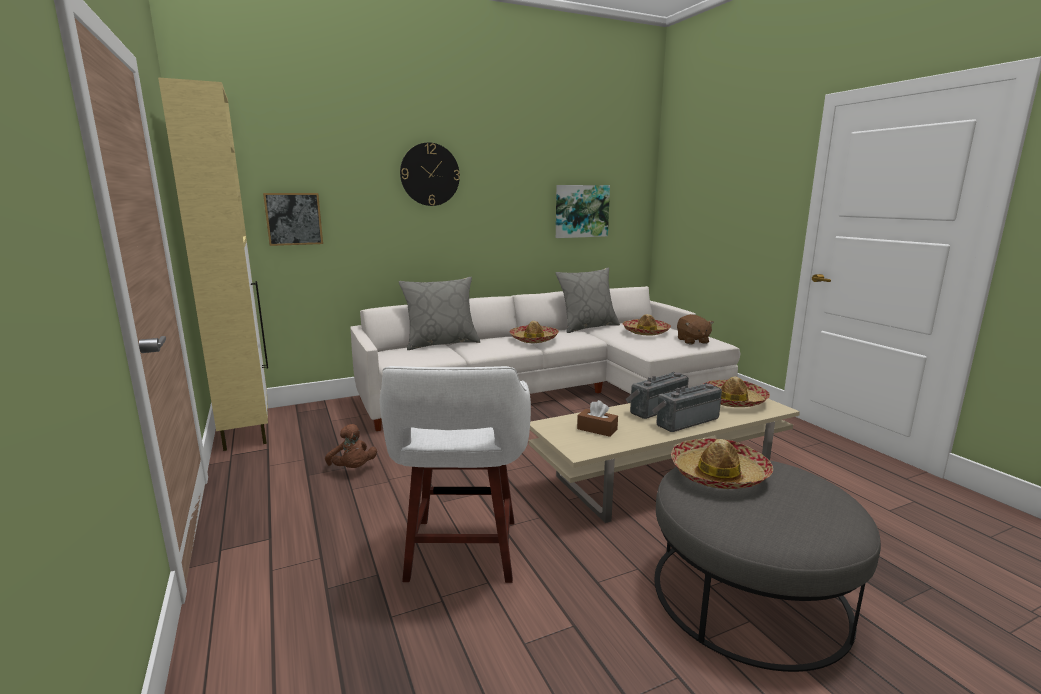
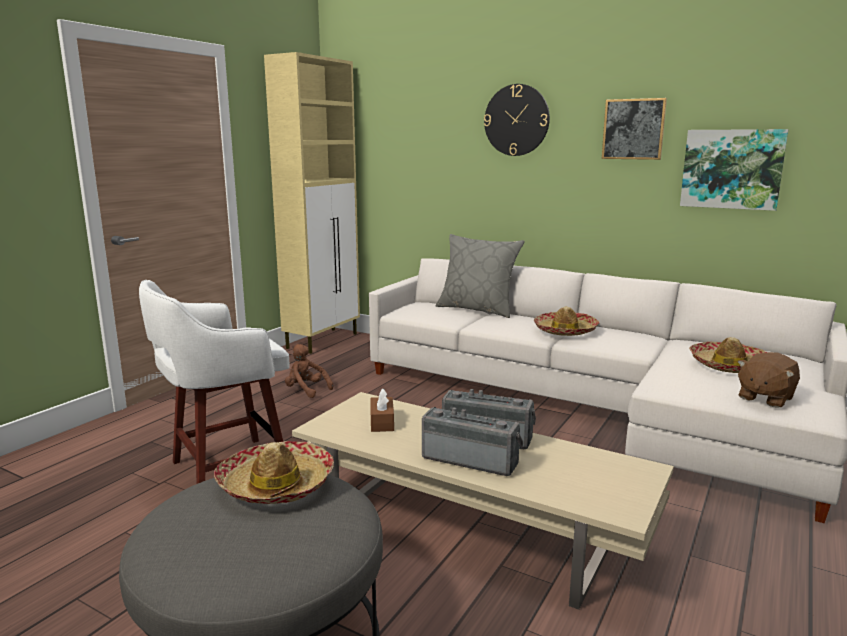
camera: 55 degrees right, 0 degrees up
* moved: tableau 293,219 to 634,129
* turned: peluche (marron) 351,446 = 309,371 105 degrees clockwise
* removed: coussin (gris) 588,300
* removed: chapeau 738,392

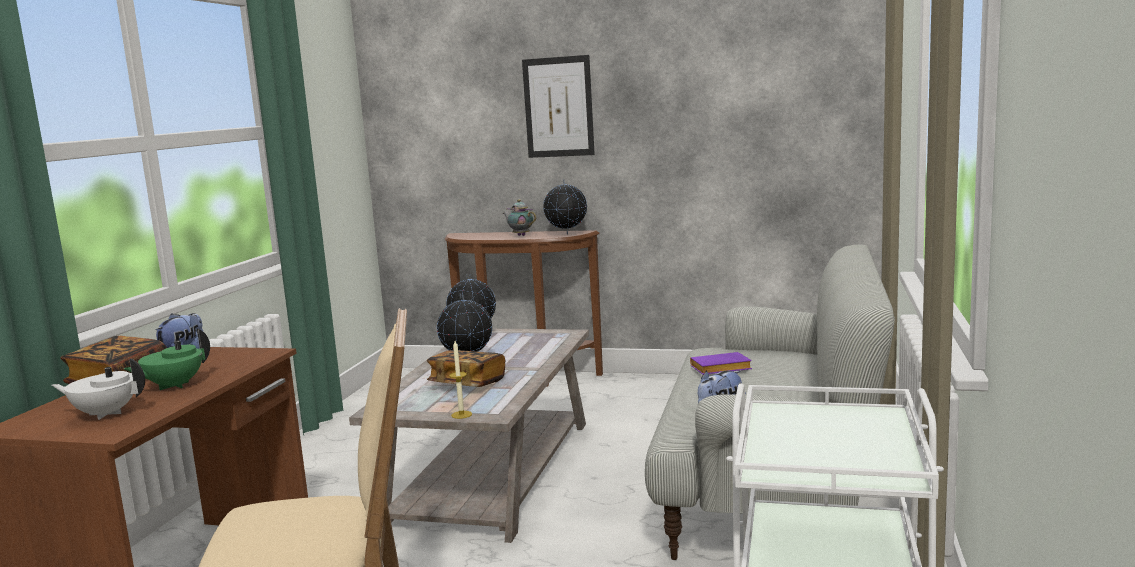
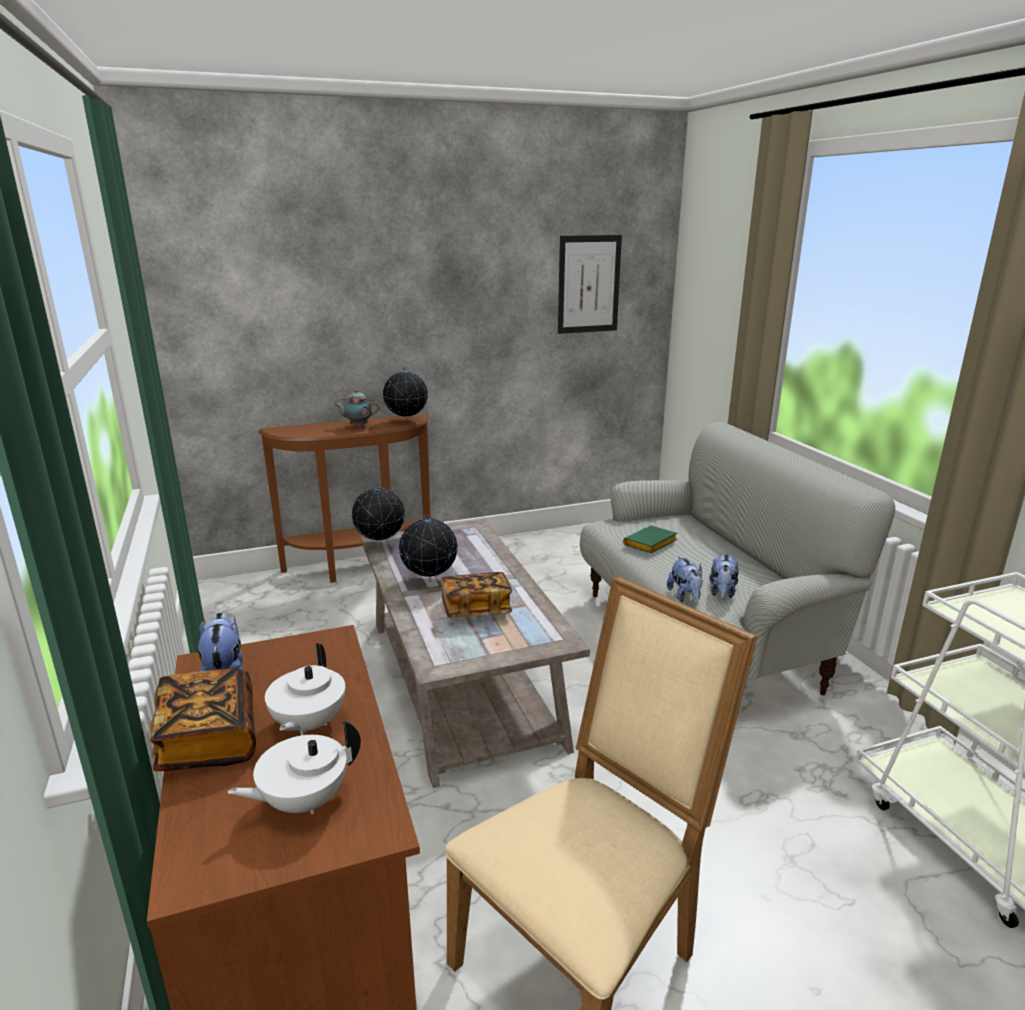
camera: 35 degrees left, 10 degrees up
* recoloured: théière (vert) 166,359 to théière (blanc) 305,689
* removed: bougie 460,380
* moved: tableau 558,106 to 590,284
* recoloured: livre (violet) 721,363 to livre (vert) 650,539
* added: peluche 685,580

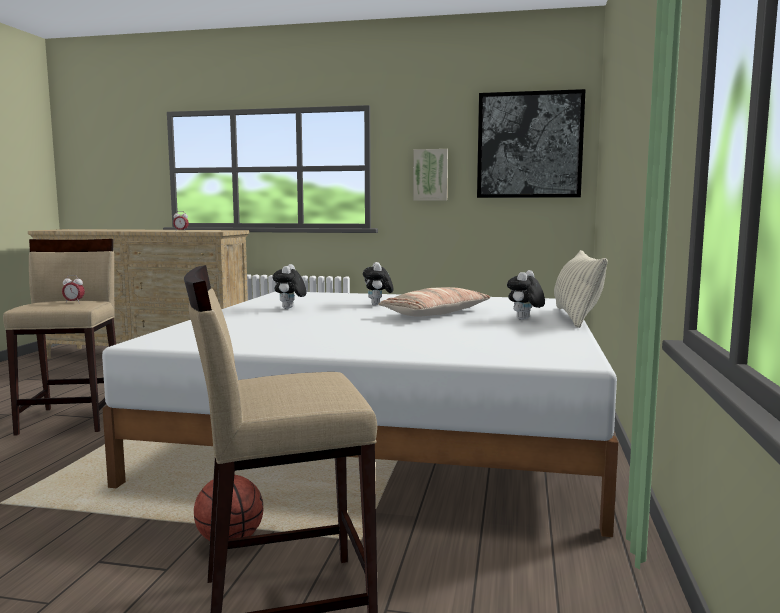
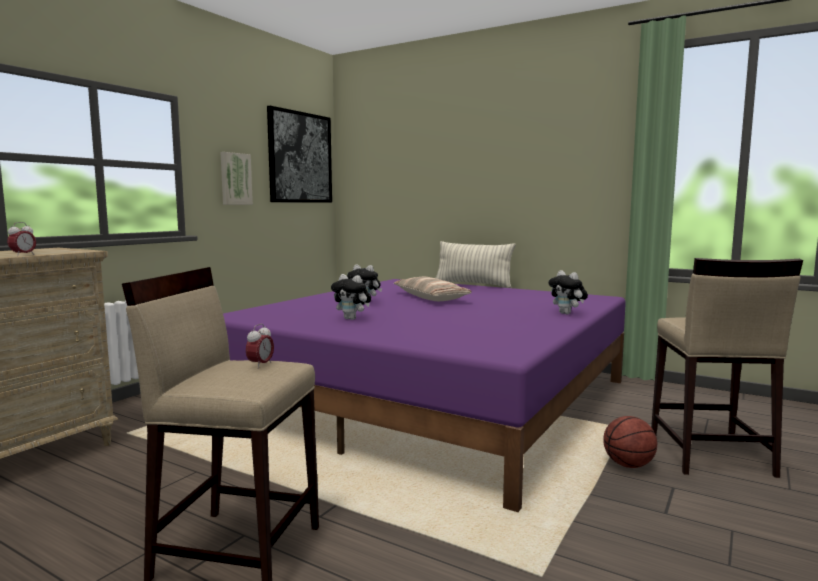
camera: 70 degrees left, 0 degrees up
* recoloured: lit (blanc) 360,414 to lit (violet) 424,395
* moved: peluche 526,295 to 568,292

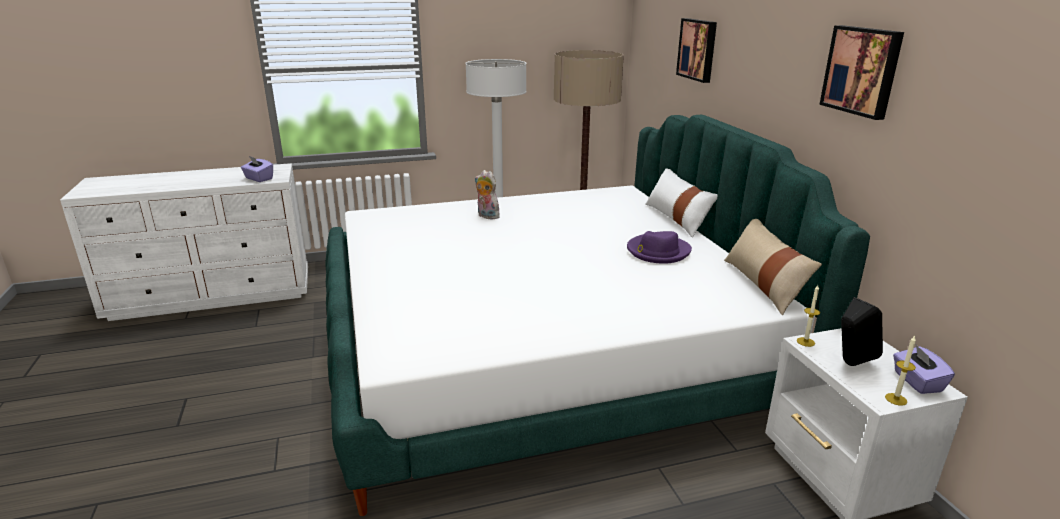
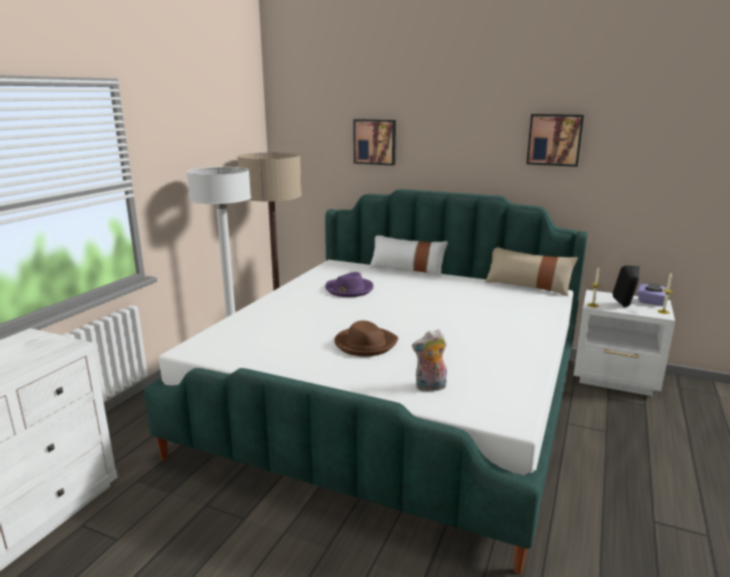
camera: 50 degrees left, 5 degrees down
* removed: boîte à mouchoirs (violet) 257,169
* moved: peluche 488,194 to 429,360
* moved: chapeau (violet) 659,247 to 349,284
* added: chapeau (marron) 366,338

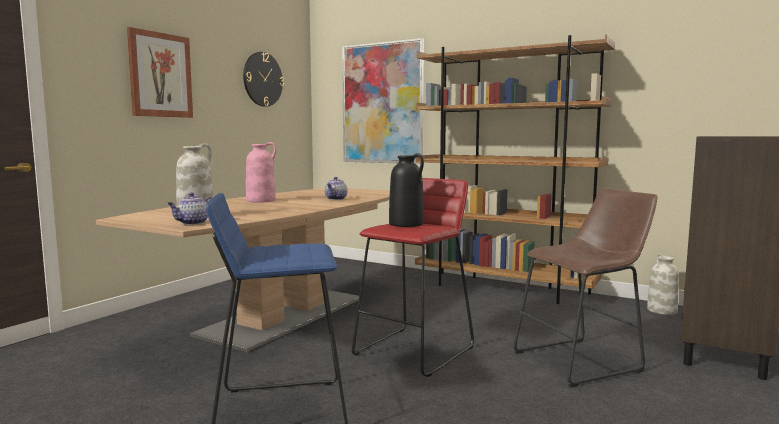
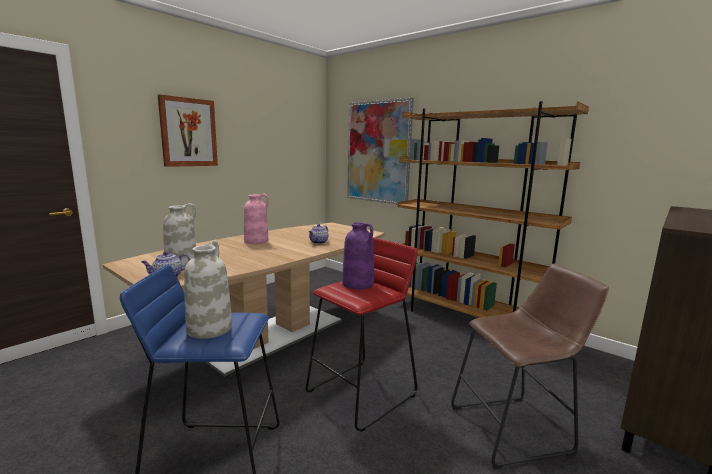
camera: 10 degrees right, 5 degrees up
* removed: horloge murale 263,79
* recoloured: vase (noir) 406,190 to vase (violet) 358,256
* moved: vase (blanc) 663,284 to 208,289

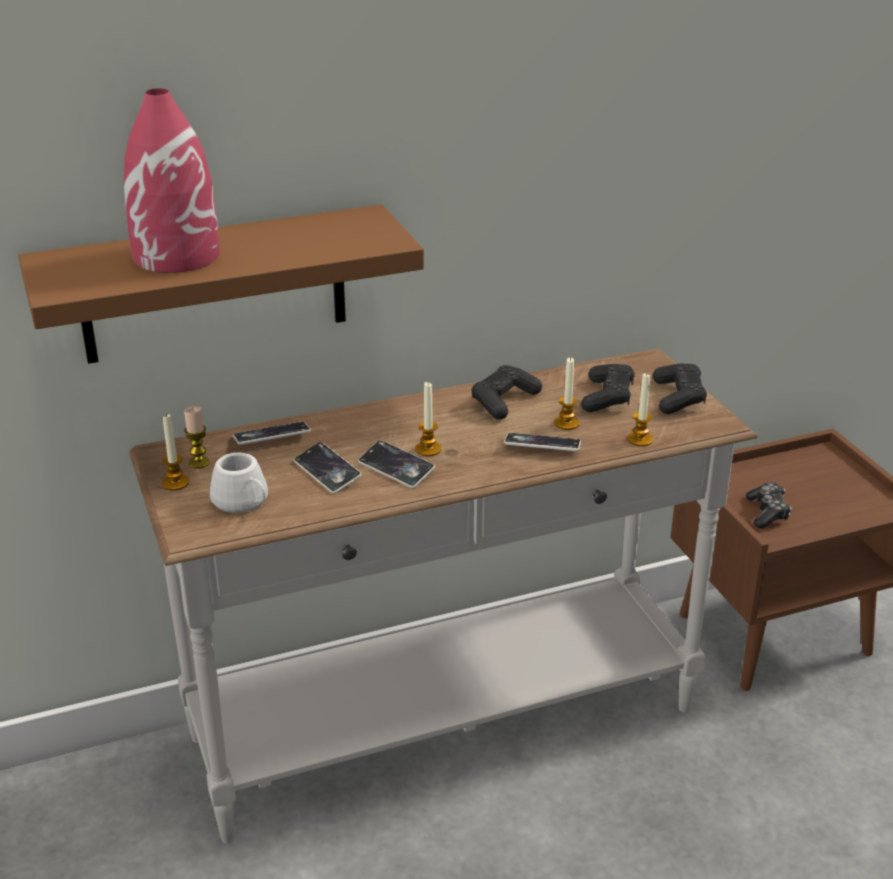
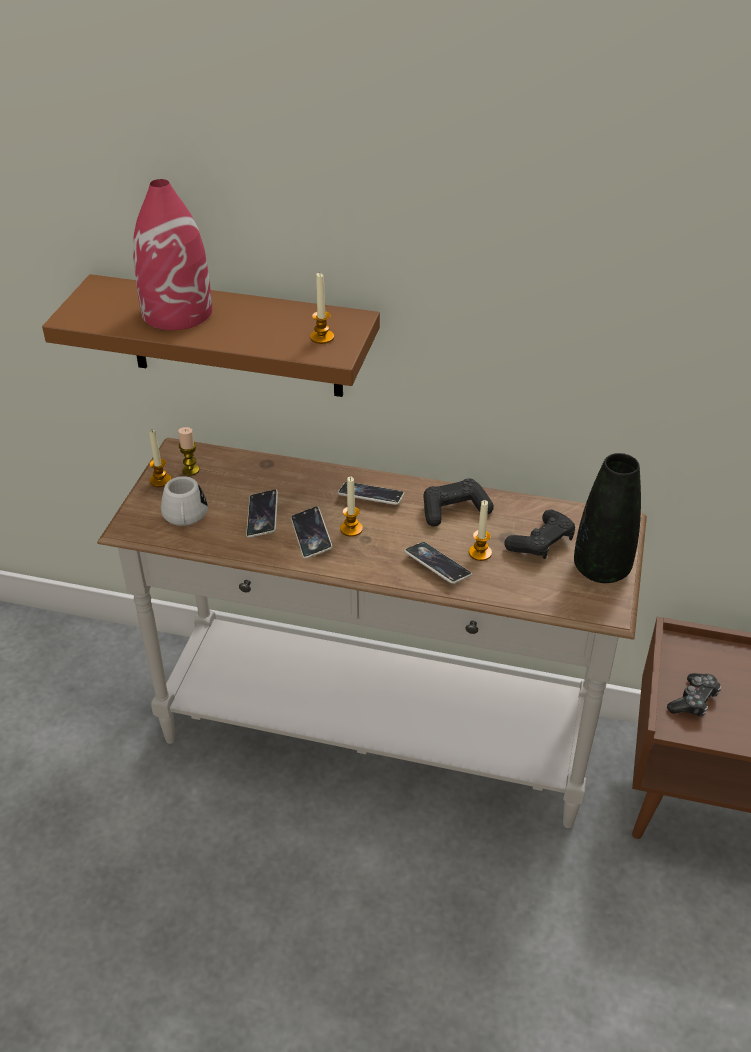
camera: 35 degrees right, 10 degrees up
* moved: téléphone 272,433 to 371,493
* moved: bougie 640,409 to 322,308
* replaced: manette (noir) 680,388 to vase (noir) 607,518

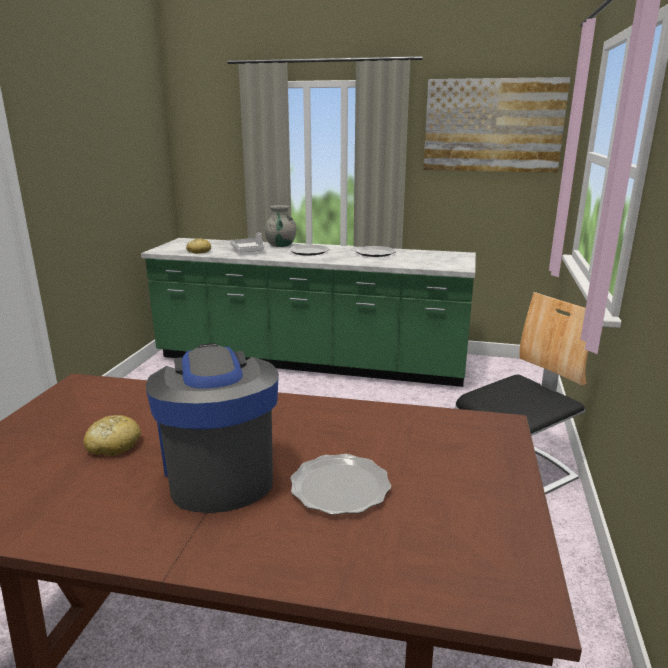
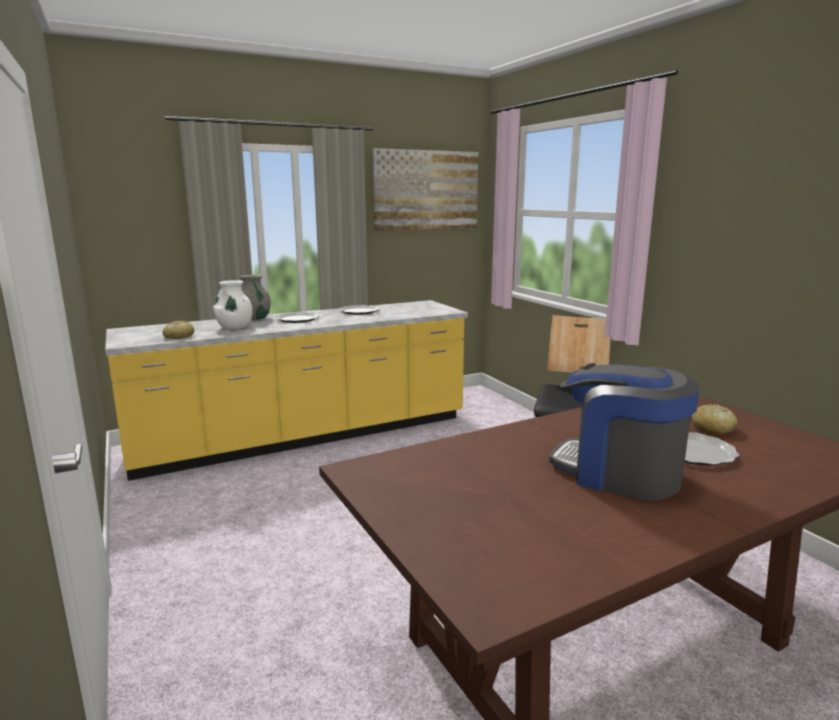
camera: 40 degrees left, 5 degrees down
* moved: pain 112,435 to 715,419
* recoloured: comptoir de cuisine (vert) 308,312 to comptoir de cuisine (jaune) 286,390
* replaced: plateau (gris) 247,242 to vase (blanc) 233,304

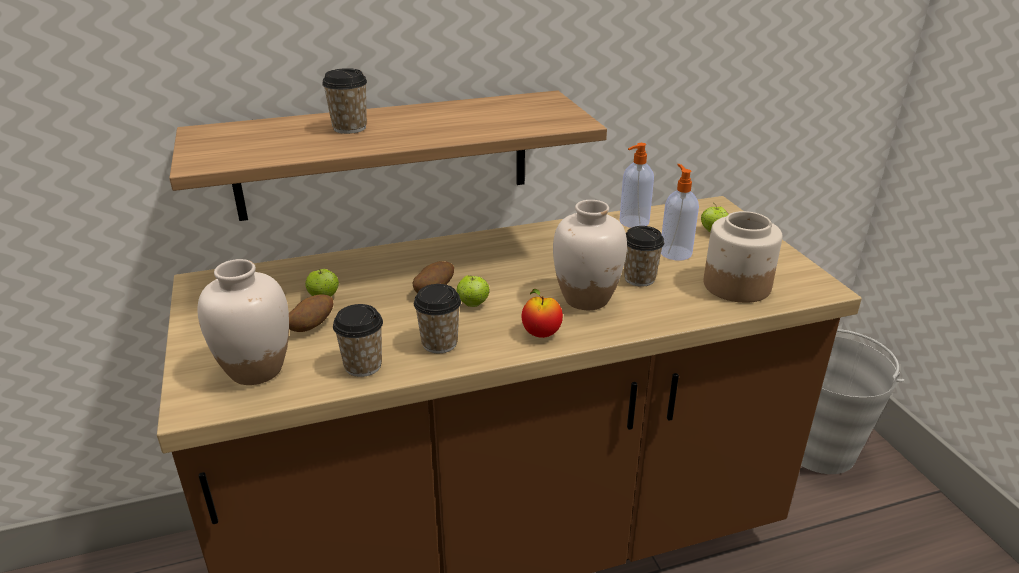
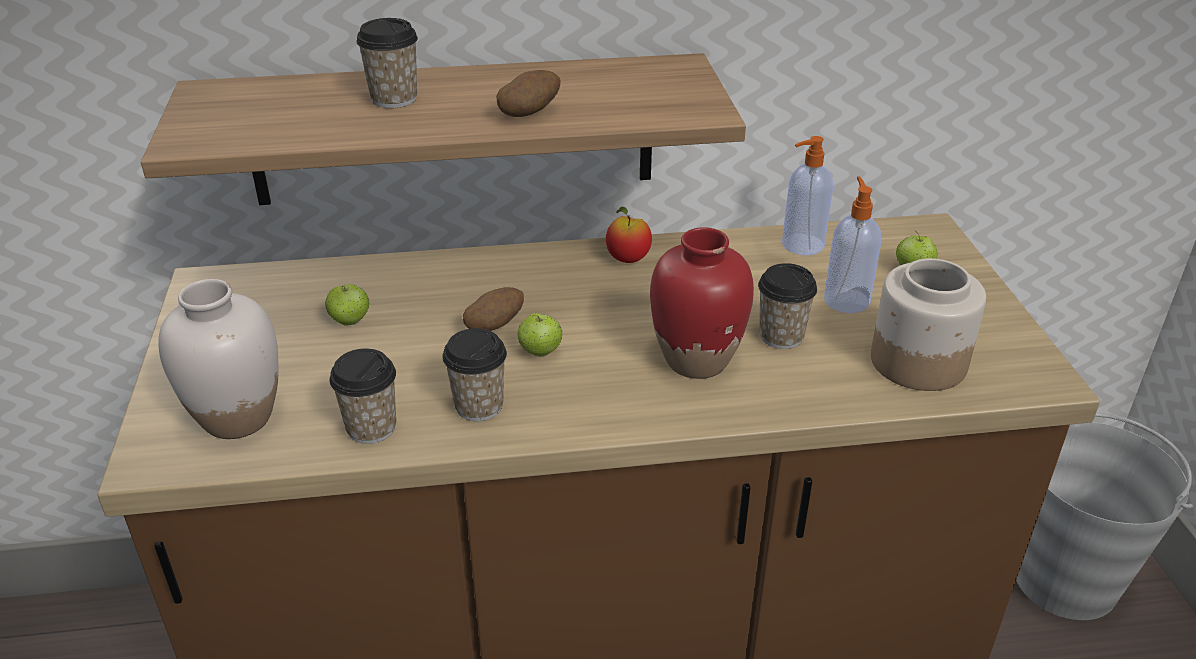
camera: 10 degrees right, 5 degrees up
* moved: pomme de terre 311,313 to 528,93
* moved: pomme 542,313 to 629,235
* recoloured: vase (blanc) 590,255 to vase (rouge) 702,303

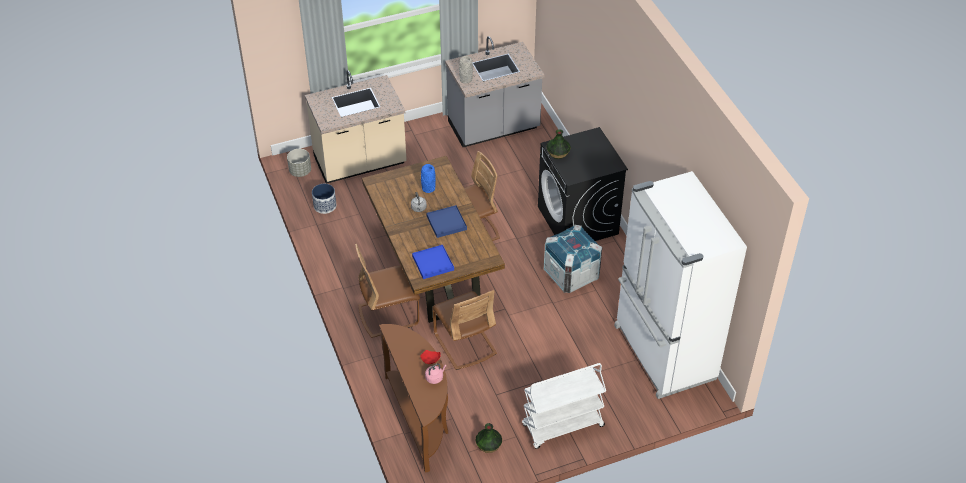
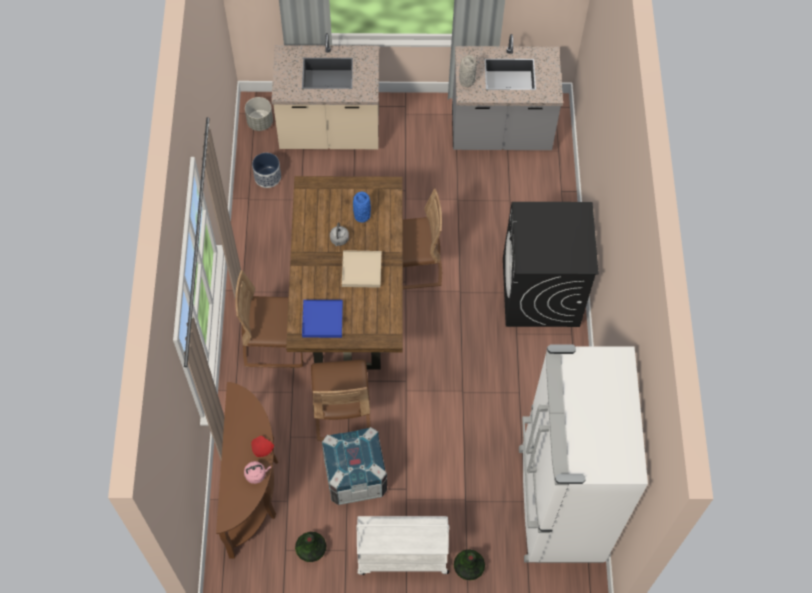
camera: 20 degrees right, 15 degrees up
* recoloured: plateau (bleu) 446,221 to plateau (beige) 362,269
* moved: caisse 573,259 to 354,466
* moved: vase 558,144 to 469,565

